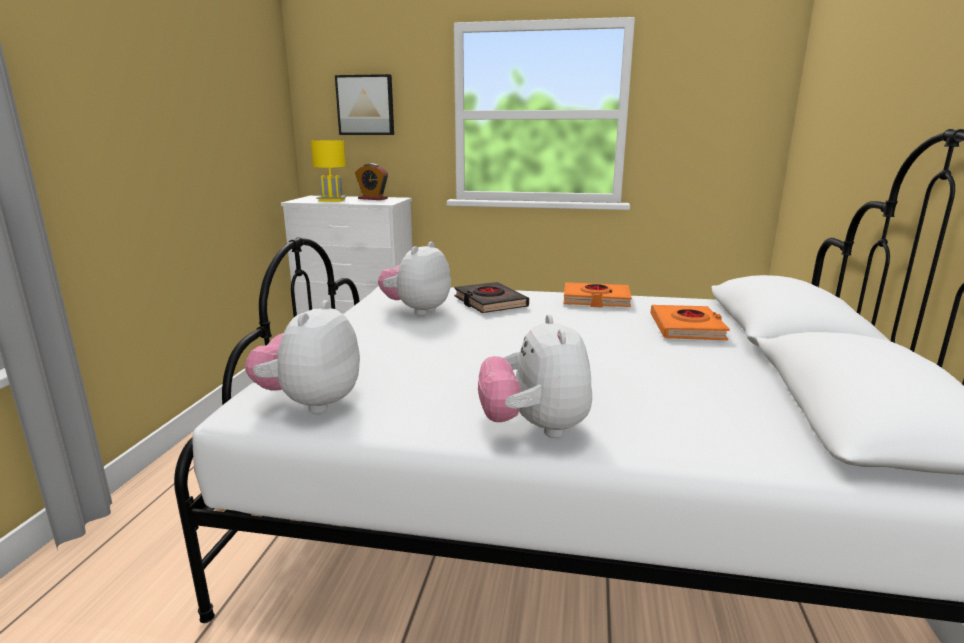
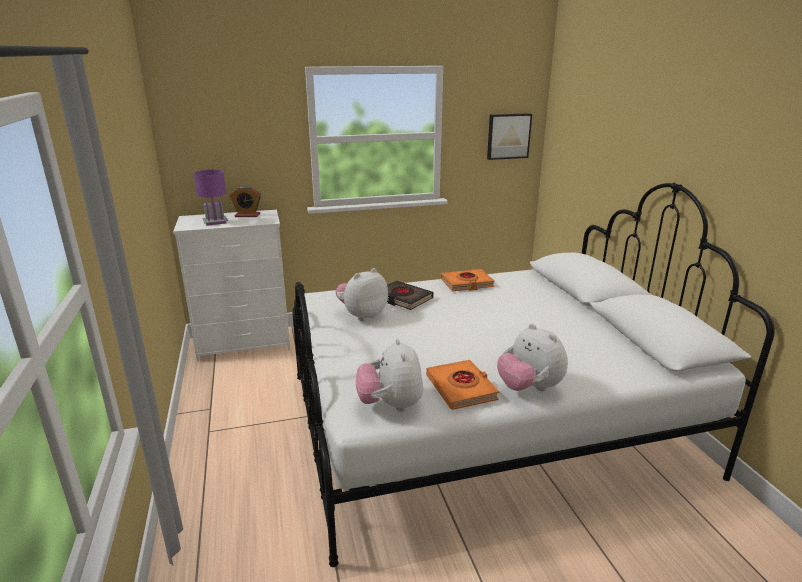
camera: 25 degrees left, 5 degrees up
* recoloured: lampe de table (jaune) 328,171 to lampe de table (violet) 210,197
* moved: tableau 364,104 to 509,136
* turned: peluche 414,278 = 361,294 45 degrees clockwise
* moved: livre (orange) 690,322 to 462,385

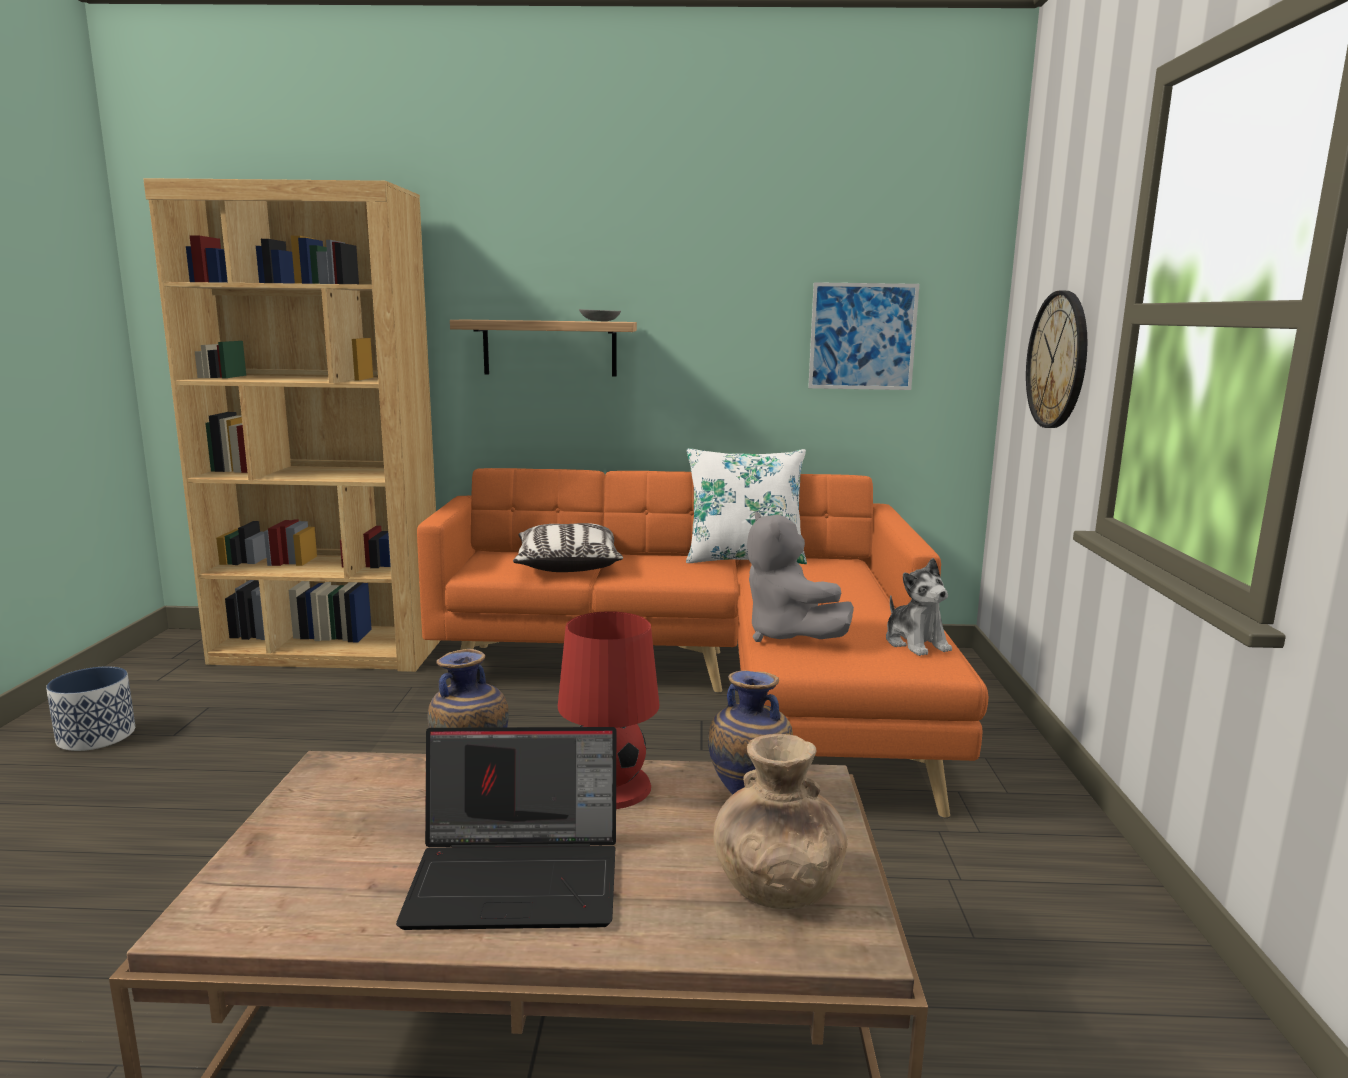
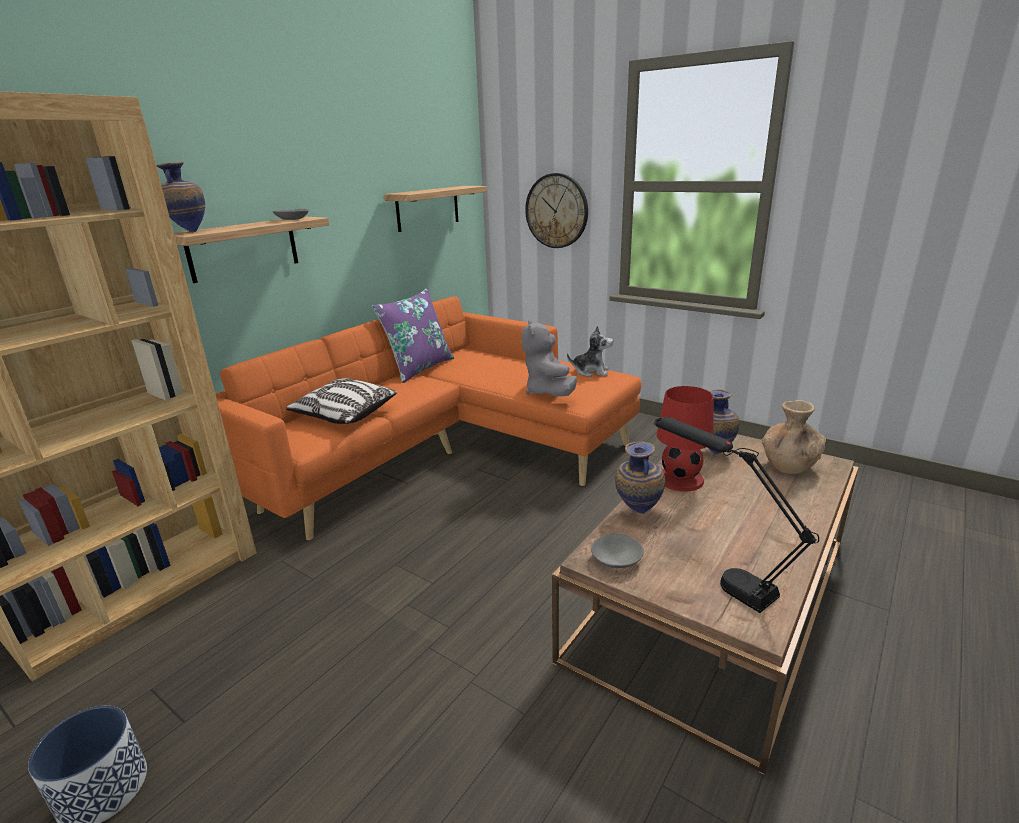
camera: 55 degrees left, 10 degrees up
* removed: ordinateur portable 506,828
* recoloured: coussin (blanc) 746,506 to coussin (violet) 413,335
* turned: peluche (gris) 800,577 = 549,358 75 degrees clockwise
* replaced: tableau 863,336 to étagère 435,209
* added: vase 181,196
* added: bol (gris) 617,551
* added: lampe de table (noir) 736,515

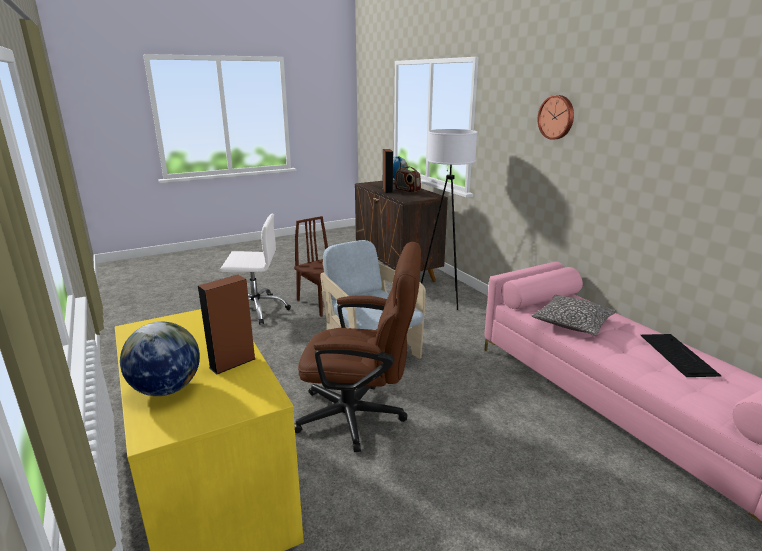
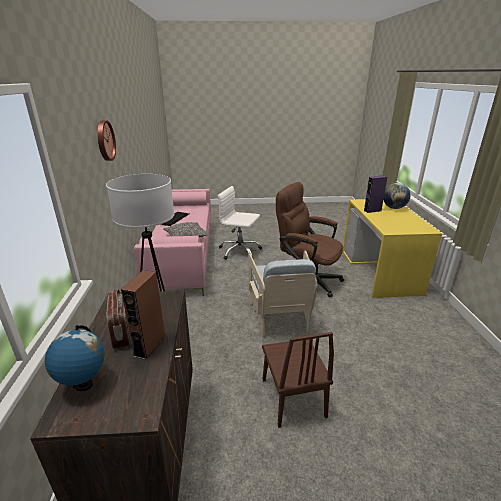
camera: 155 degrees left, 5 degrees up
* recoloured: enceinte (marron) 227,325 to enceinte (violet) 375,194
* moved: chaise de bureau (blanc) 256,269 to 240,223

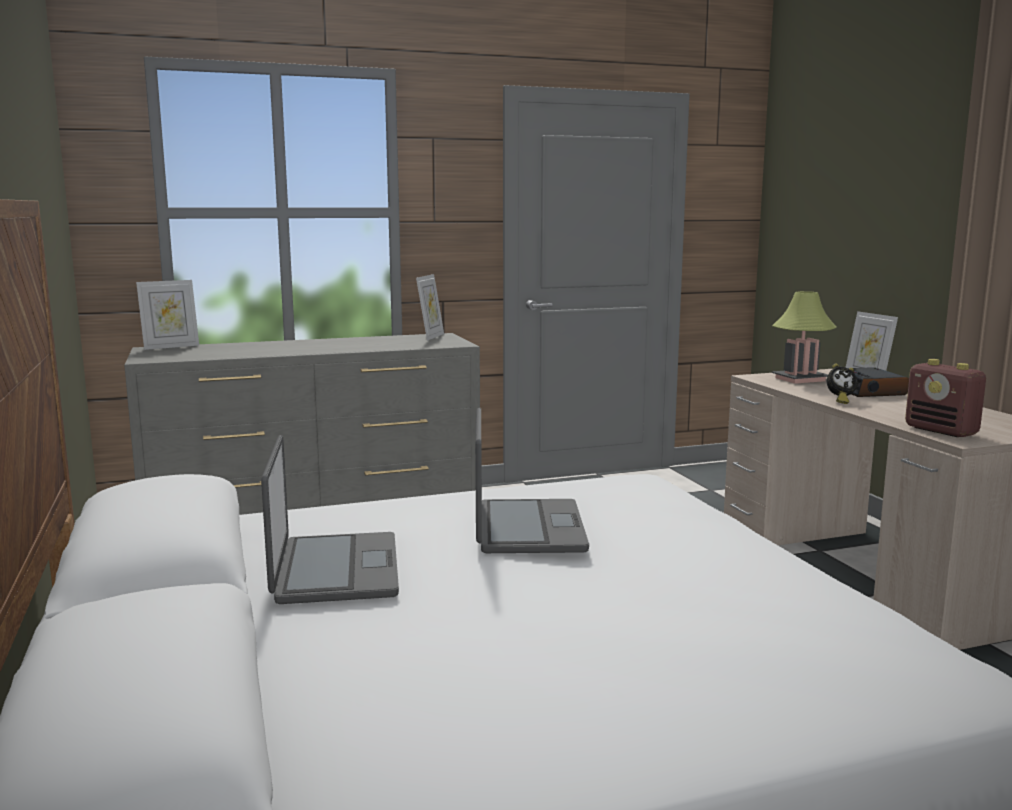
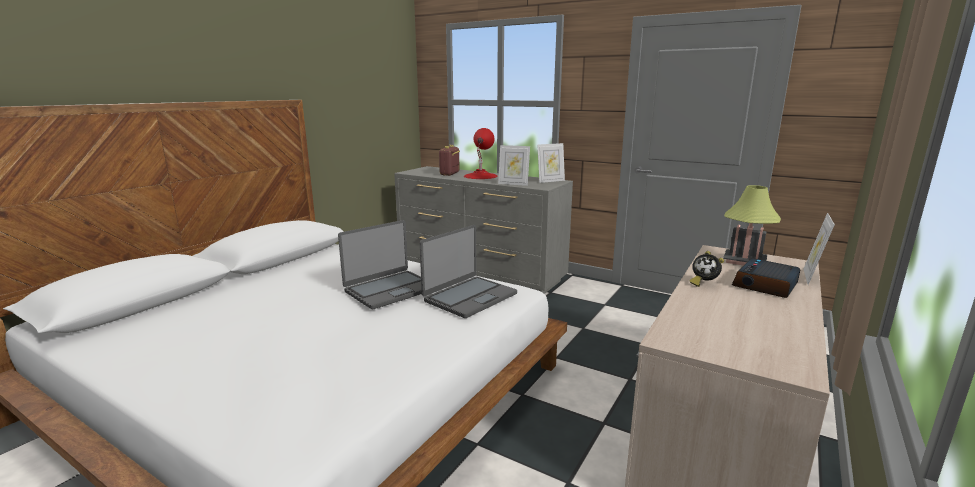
camera: 50 degrees right, 5 degrees up
* moved: cadre photo 167,315 to 514,165
* moved: ordinateur portable 330,519 to 468,271
* moved: radio 945,398 to 449,160
* added: lampe de table (rouge) 481,153

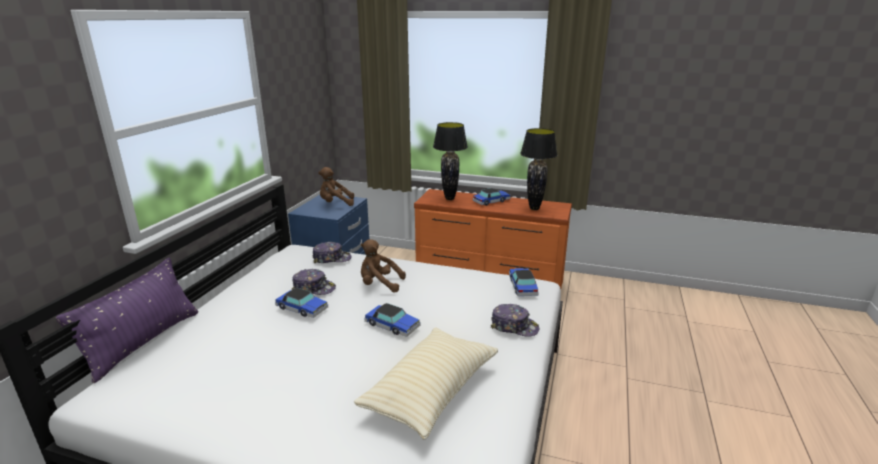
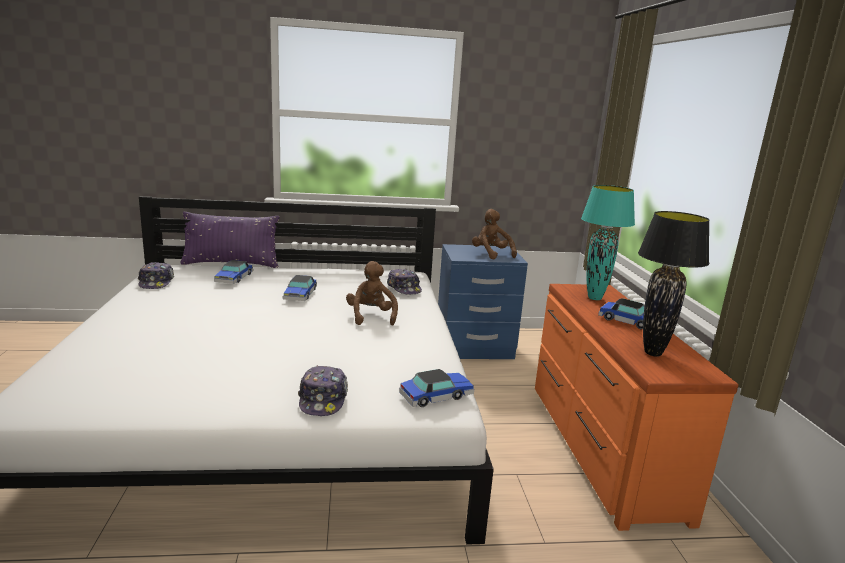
camera: 65 degrees right, 5 degrees down
* moved: casquette 314,282 to 156,275
* removed: coussin (beige) 426,383
* moved: petite voiture 392,320 to 233,272
* recoloured: lampe de table (noir) 450,161 to lampe de table (turquoise) 608,242

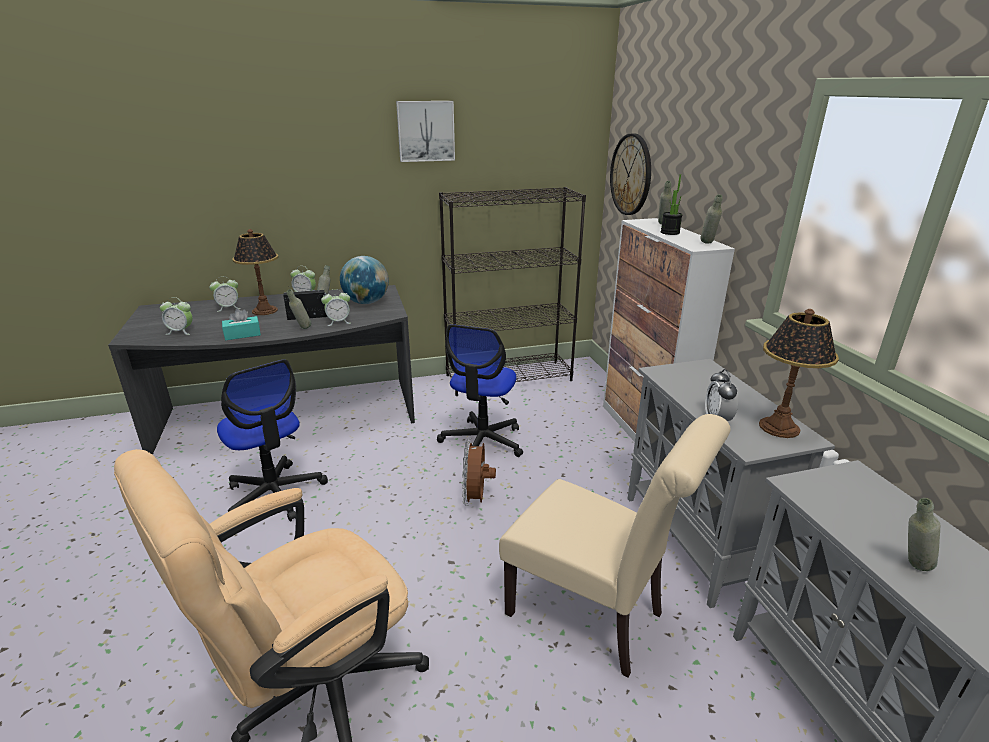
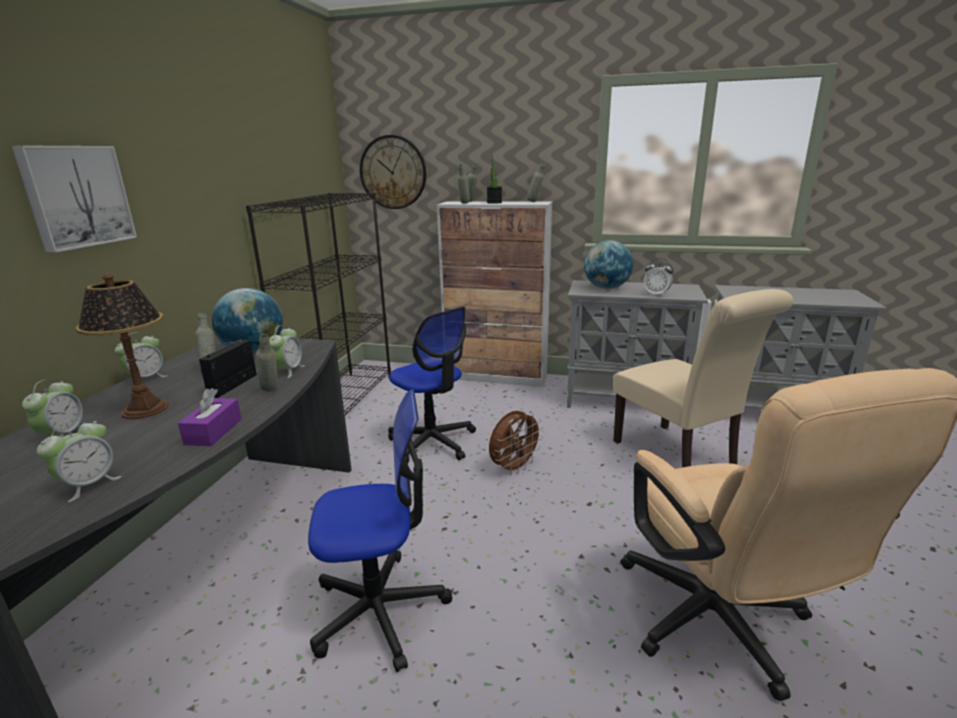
camera: 60 degrees left, 5 degrees down
* recoloured: boîte à mouchoirs (turquoise) 241,324 to boîte à mouchoirs (violet) 209,417
* moved: tableau 425,131 to 74,199
* turned: ventilateur (marron) 479,472 = 516,443 75 degrees counterclockwise
* turned: chaise (beige) 614,546 = 703,378 90 degrees clockwise
* removed: lampe de table 799,373
* moved: bouteille (gris) 924,534 to 463,184
* added: globe 608,264

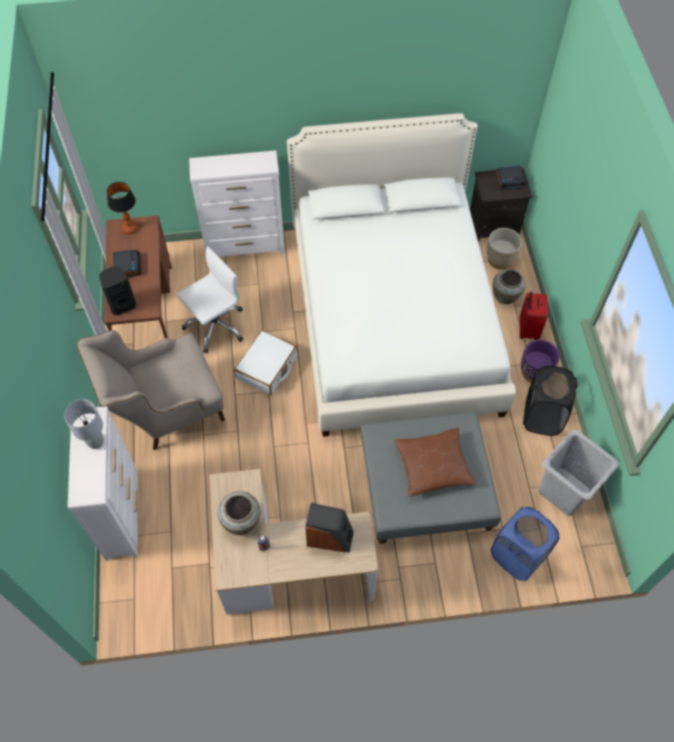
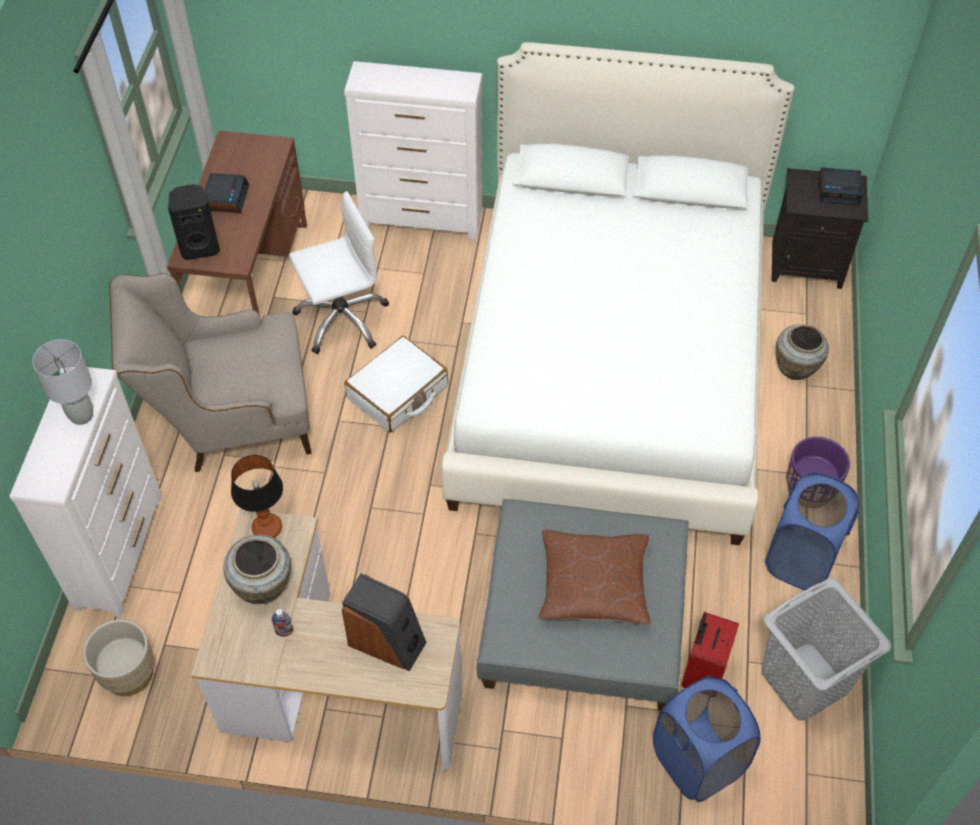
camera: 15 degrees right, 5 degrees down
* moved: lampe de table 122,208 to 257,496
* moved: cache-pot (beige) 504,249 to 118,658
* moved: valise (rouge) 534,315 to 710,650
* recoloured: panier à linge (noir) 550,401 to panier à linge (bleu) 812,531

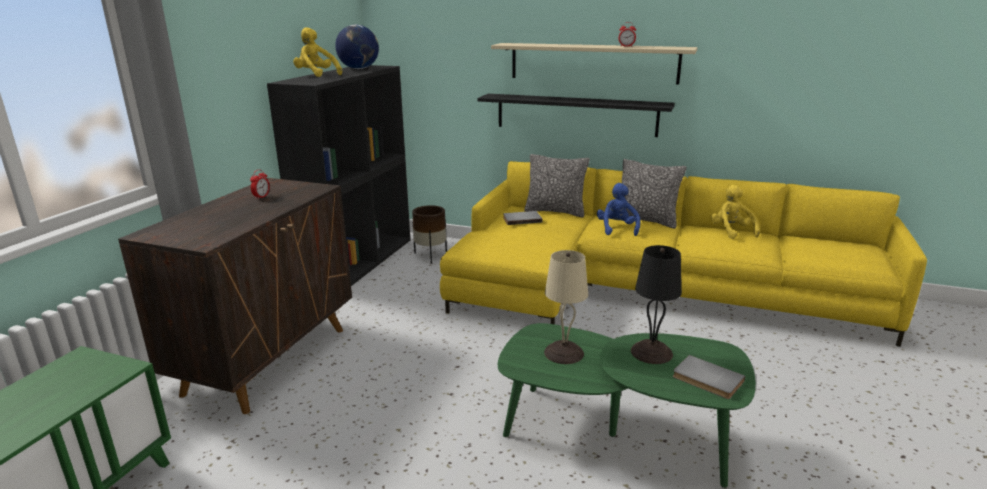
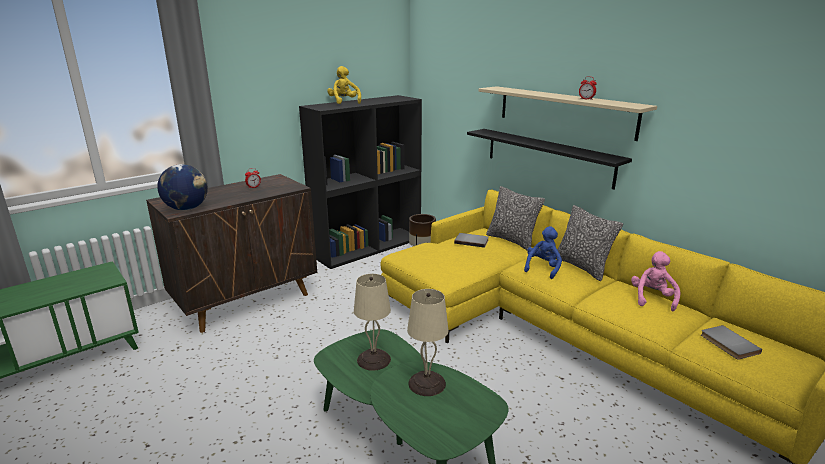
camera: 30 degrees right, 0 degrees up
* moved: globe 357,47 to 182,187
* recoloured: lampe de table (noir) 656,304 to lampe de table (beige) 427,342
* moved: livre (gris) 709,377 to 731,342
* recoloured: peluche (jaune) 735,212 to peluche (rose) 655,281

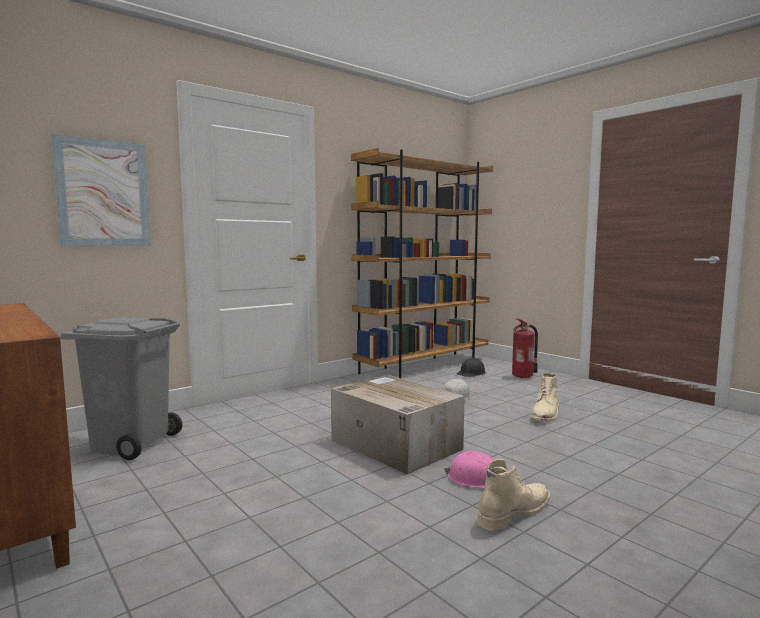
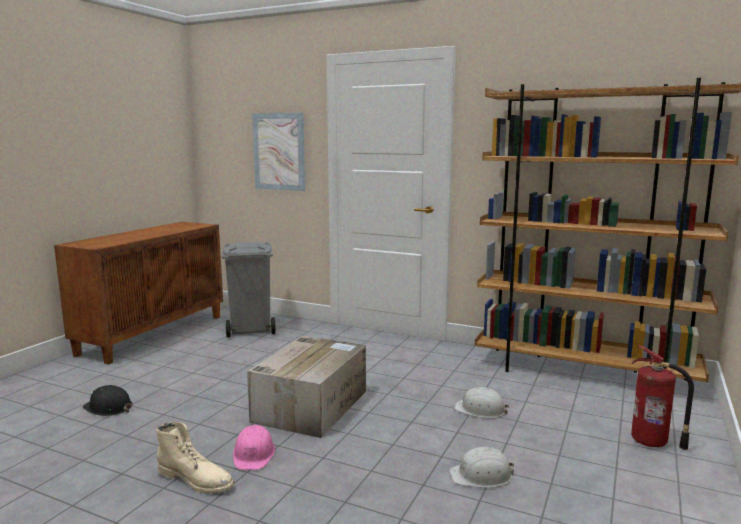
camera: 65 degrees right, 5 degrees up
* moved: casque de chantier (noir) 471,367 to 108,400
* replaced: botte (beige) 545,397 to casque de chantier (blanc) 481,467

